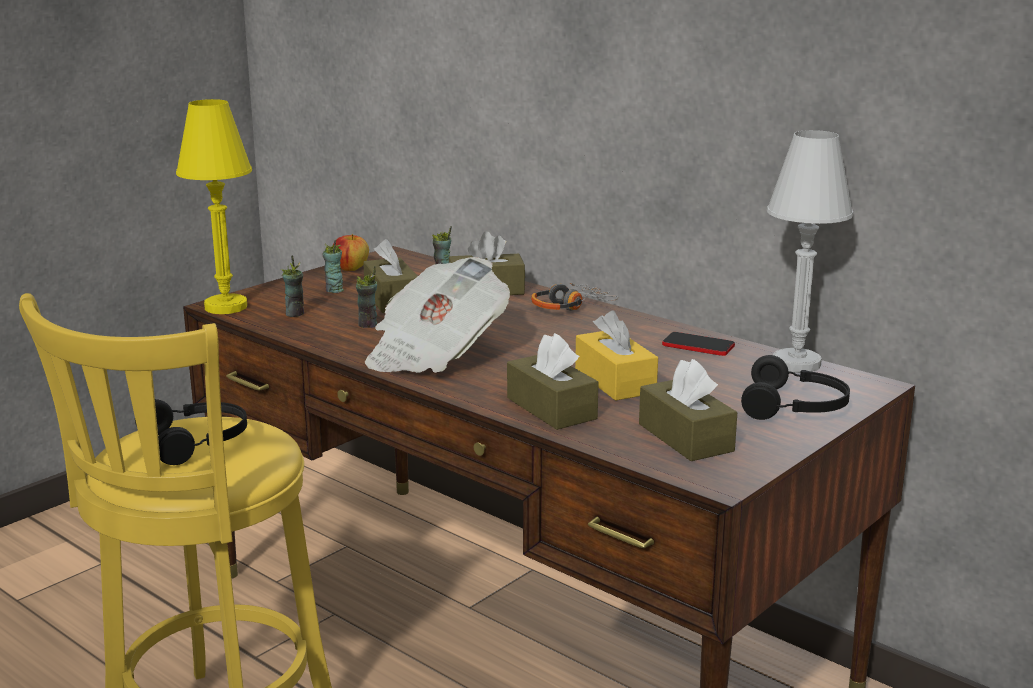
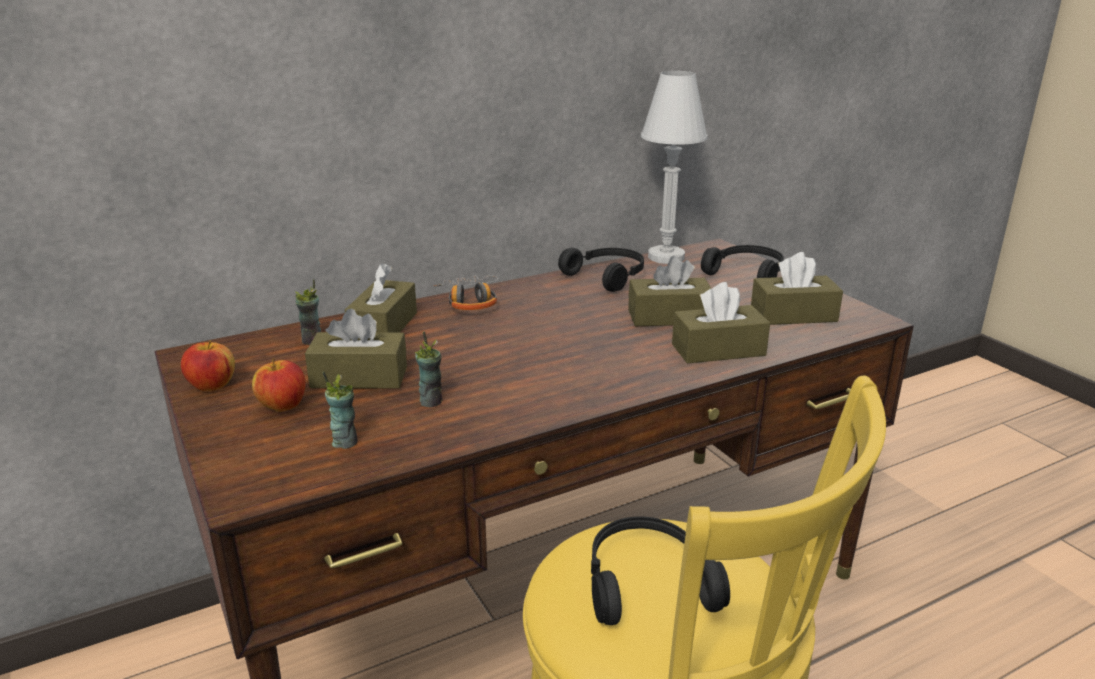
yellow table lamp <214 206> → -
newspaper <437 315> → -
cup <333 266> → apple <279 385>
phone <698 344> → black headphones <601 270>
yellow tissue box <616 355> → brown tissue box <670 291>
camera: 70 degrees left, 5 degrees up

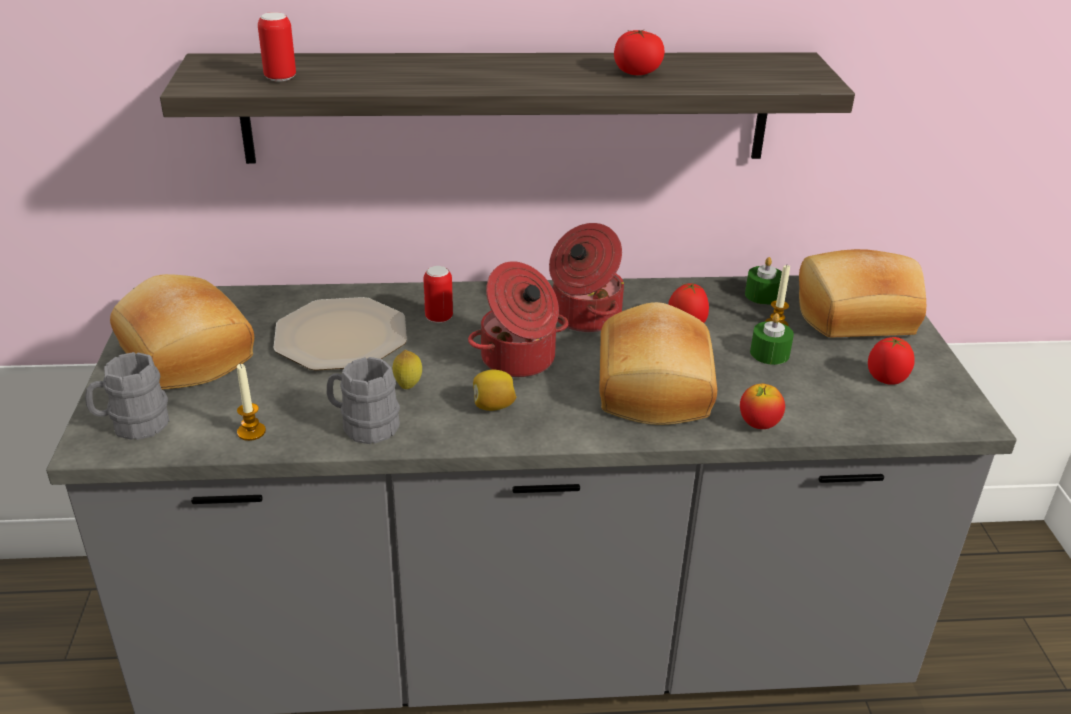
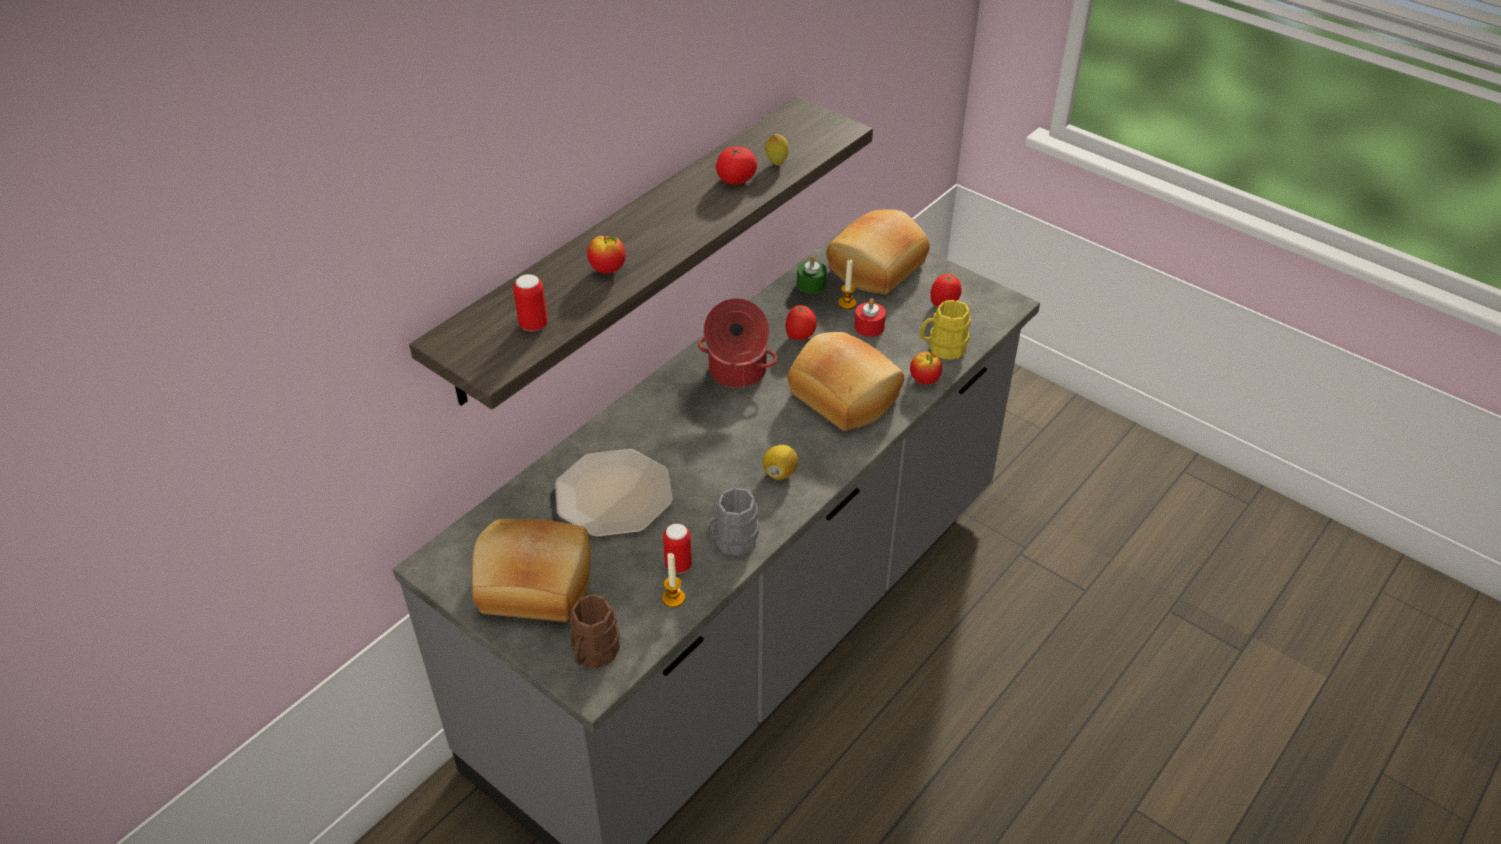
cooking pot <518 319> → -
- → apple <606 255>
- → yellow mug <945 330>
lemon <407 369> → lemon <777 150>, move
can <438 294> → can <677 549>, move
grey mug <127 396> → brown mug <595 631>
green candle <772 339> → red candle <870 318>
camera: 45 degrees left, 10 degrees up

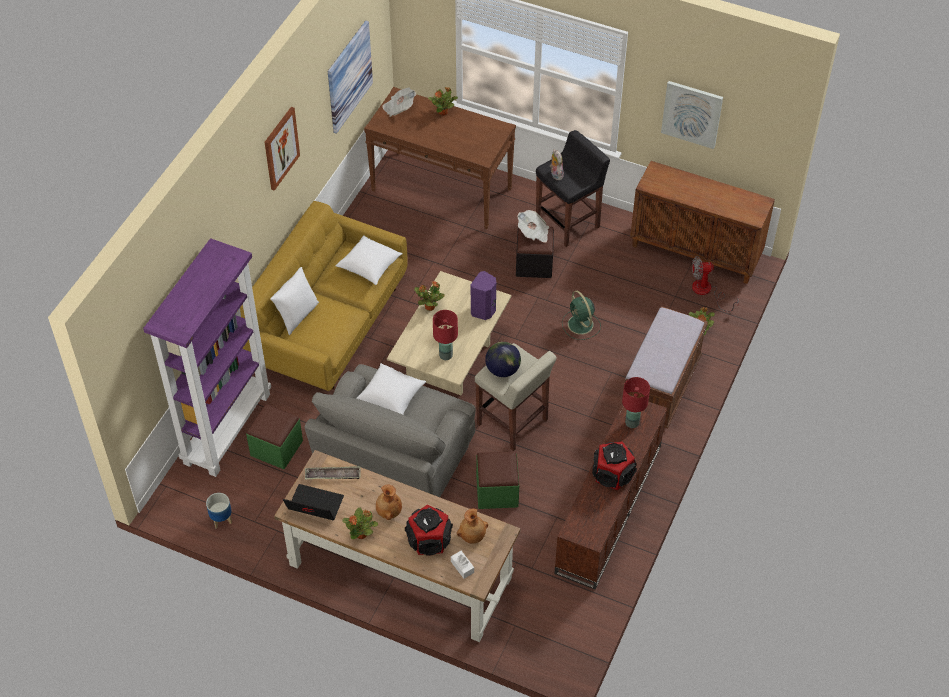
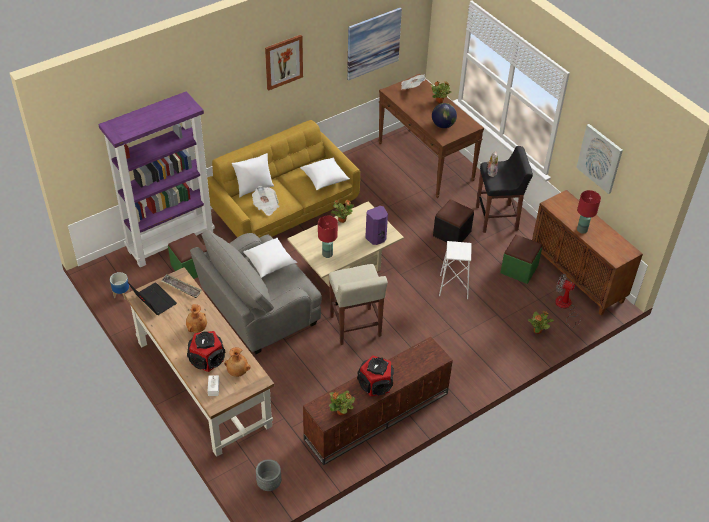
brown bench <666 367> → -
- → grey planter <268 475>
potted plant <360 523> → potted plant <342 403>, move
green ottoman <497 480> → green ottoman <521 259>, move
globe <503 359> → globe <444 115>, move
newspaper <533 226> → newspaper <266 201>, move
red table lamp <636 402> → red table lamp <589 212>, move
green fan <581 315> → white stool <455 270>
camera: 30 degrees right, 5 degrees down

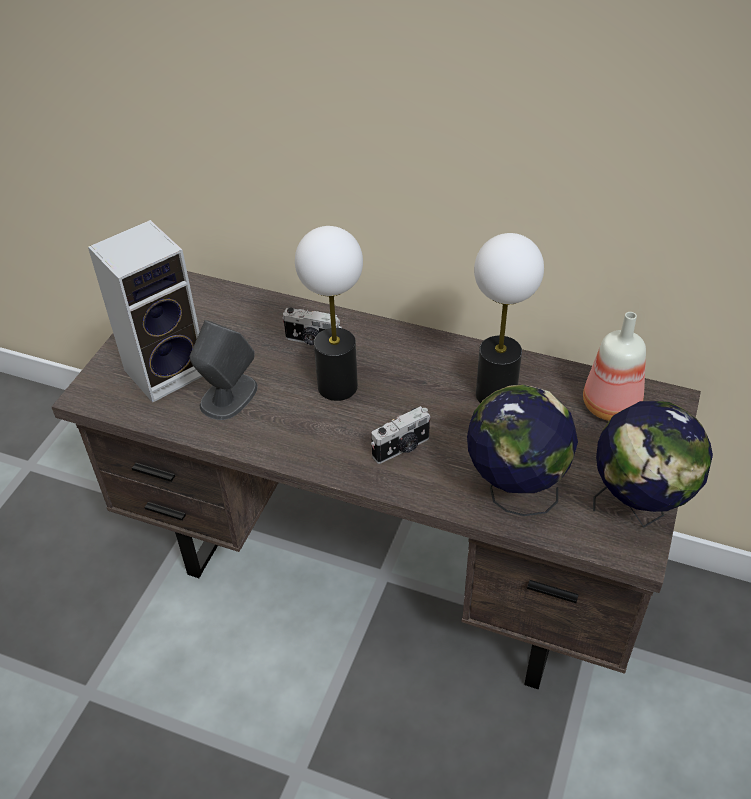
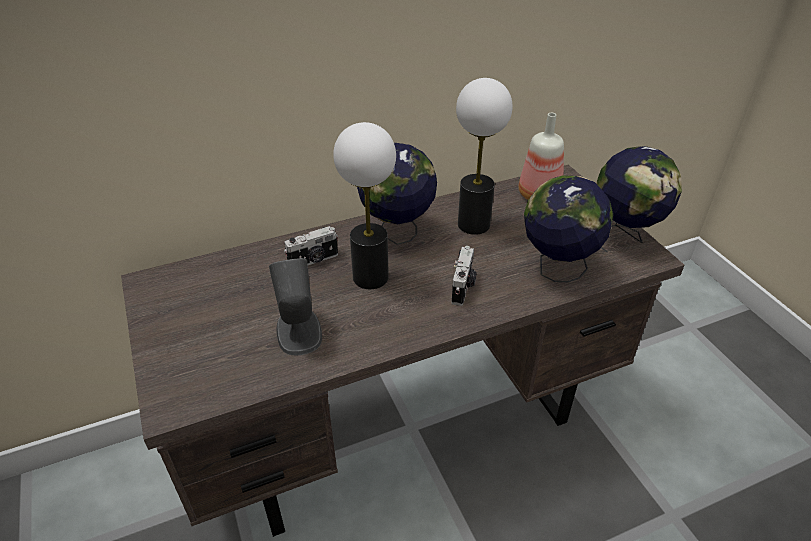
speaker <145 311> → -
- → globe <397 194>
camera: 45 degrees left, 5 degrees down

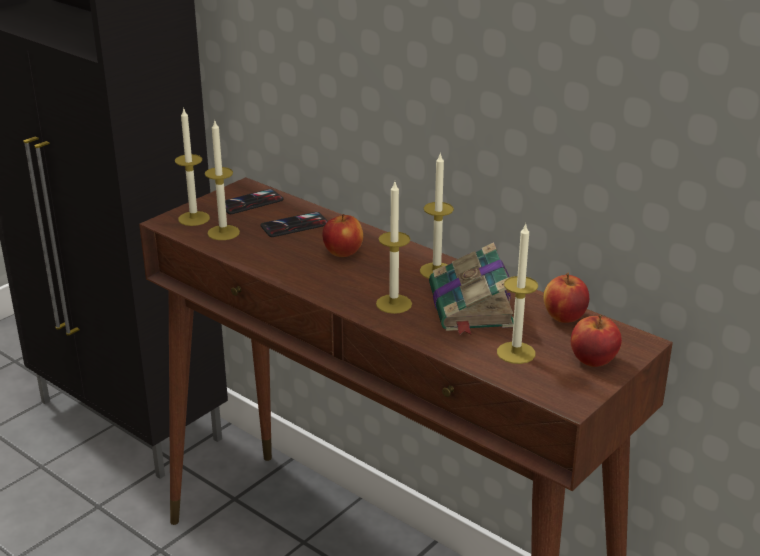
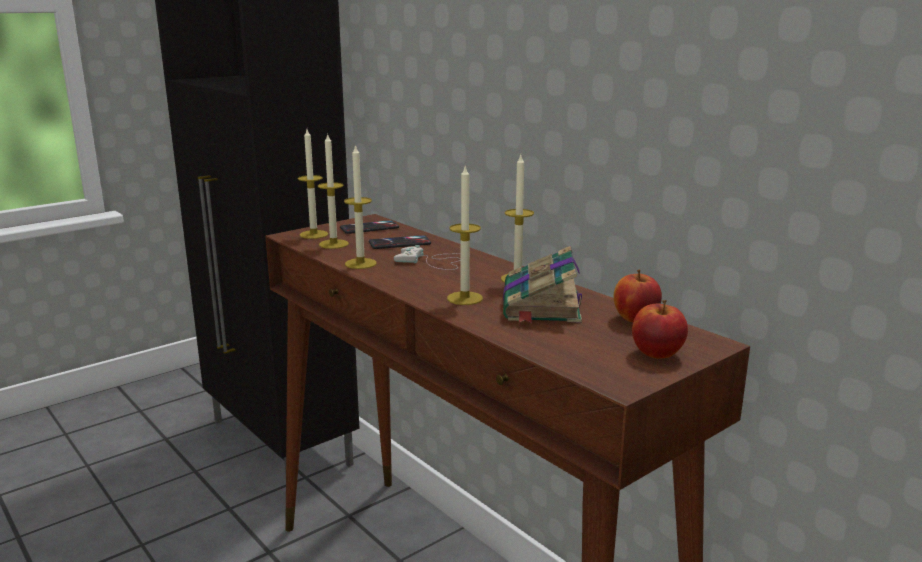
candle <517 293> → candle <360 206>, move
apple <342 235> → white game controller <427 257>
camera: 10 degrees right, 10 degrees down

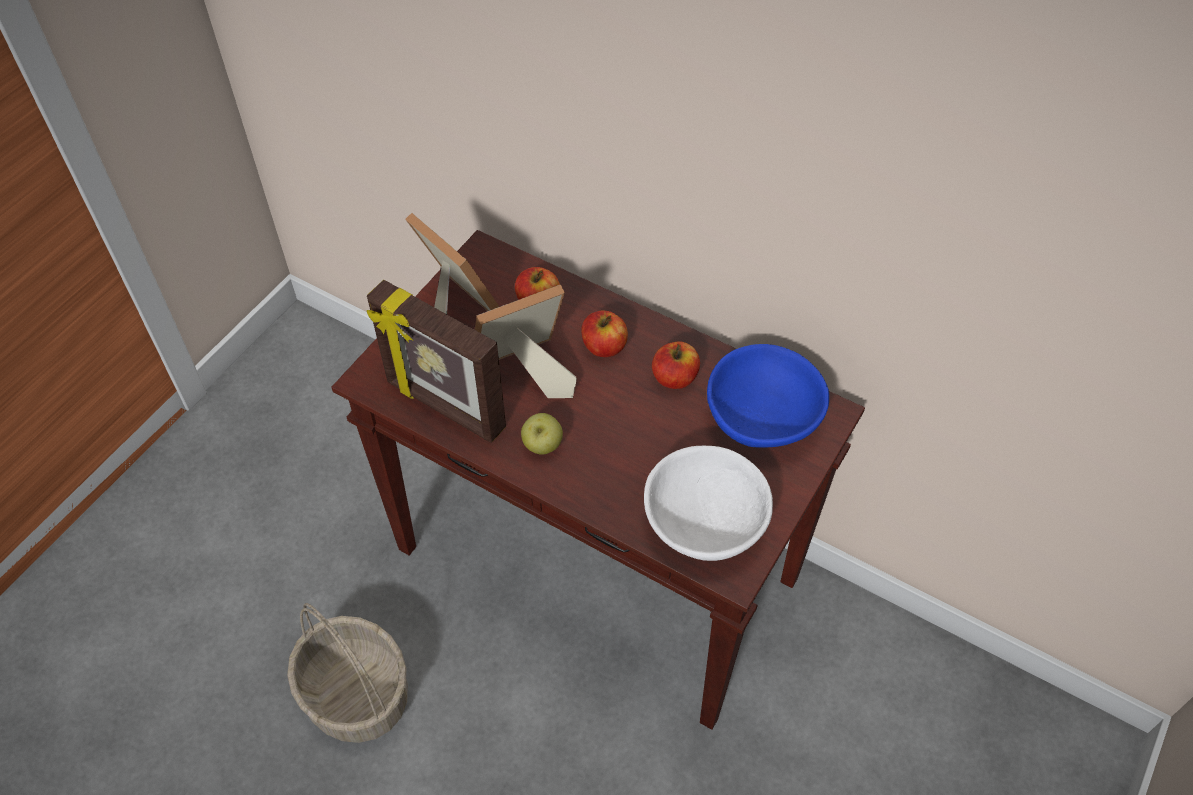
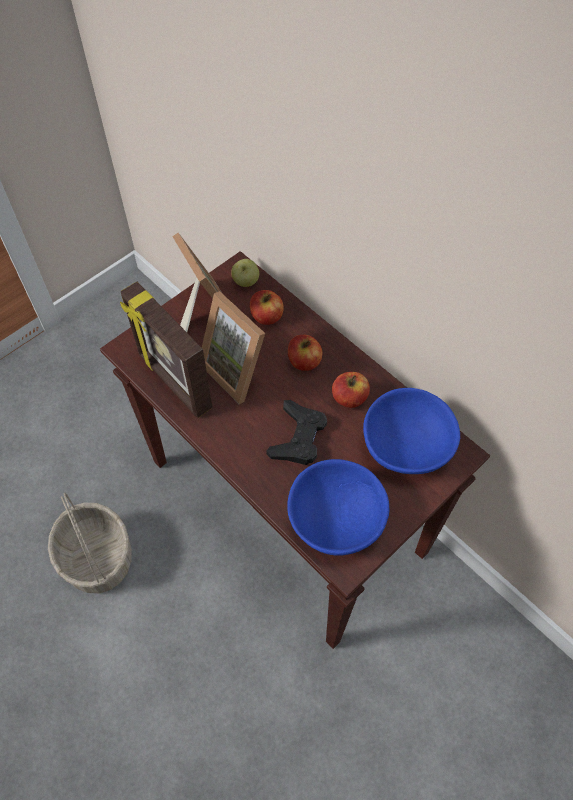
- → black game controller <296 432>
apple <542 434> → apple <245 273>, move
white bowl <708 503> → blue bowl <338 507>
picture frame <526 341> → picture frame <233 347>, 120 degrees counterclockwise
camera: 15 degrees right, 5 degrees up

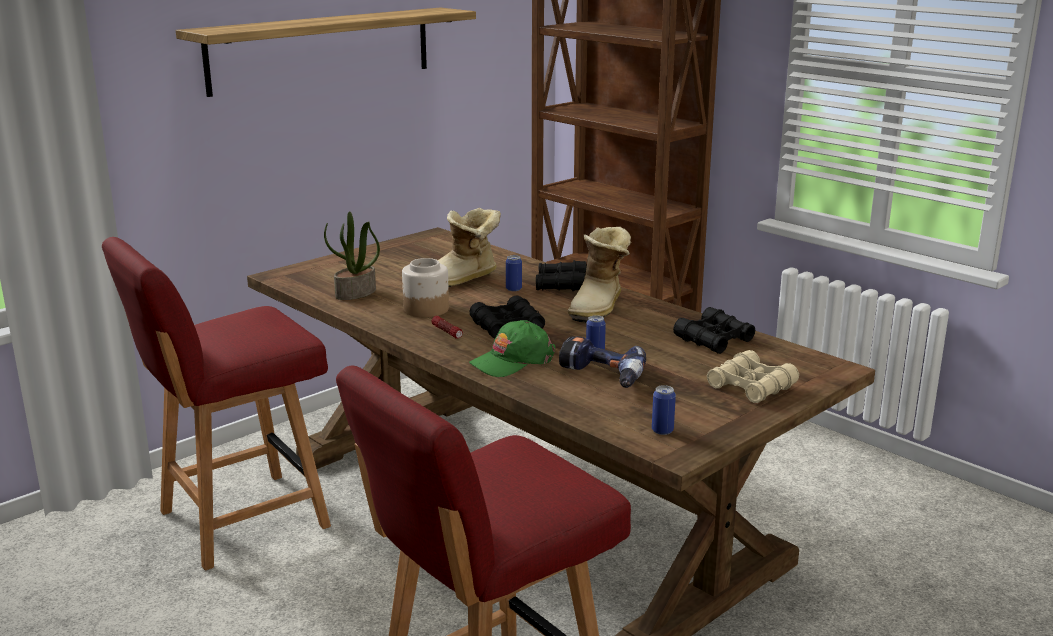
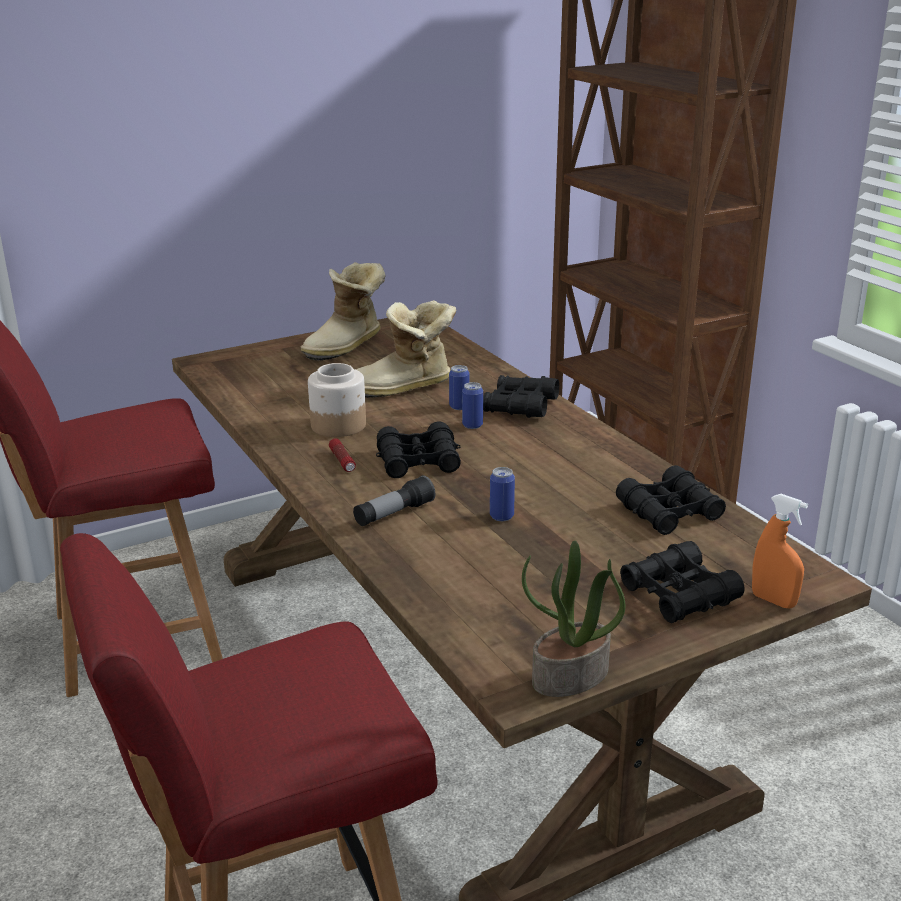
shelf <326 52> → -
power drill <602 362> → -
- → orange spray bottle <780 551>
potted plant <352 255> → potted plant <573 619>, move
boot <599 275> → boot <343 311>, move
can <664 410> → can <472 405>, move
green cap <512 348> → flashlight <394 500>
beige binoculars <753 376> → black binoculars <682 582>
camera: 15 degrees right, 5 degrees up

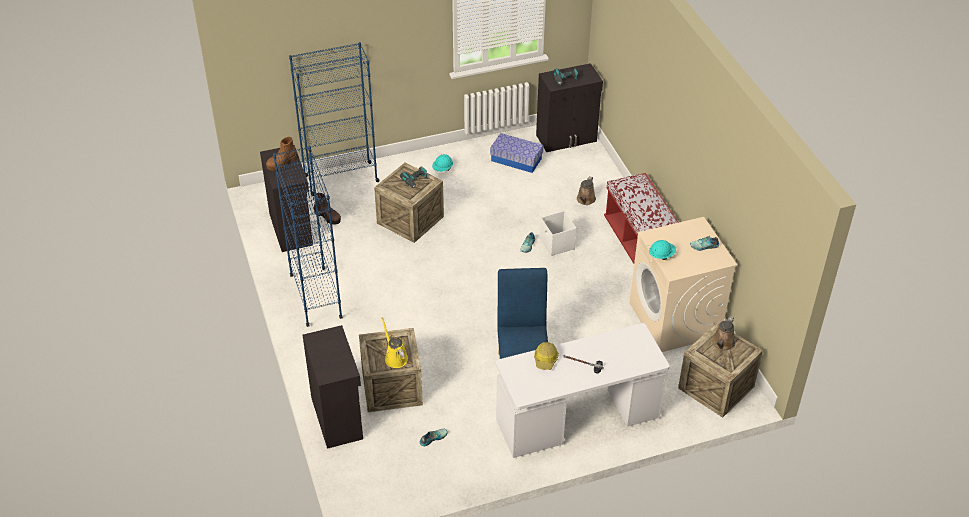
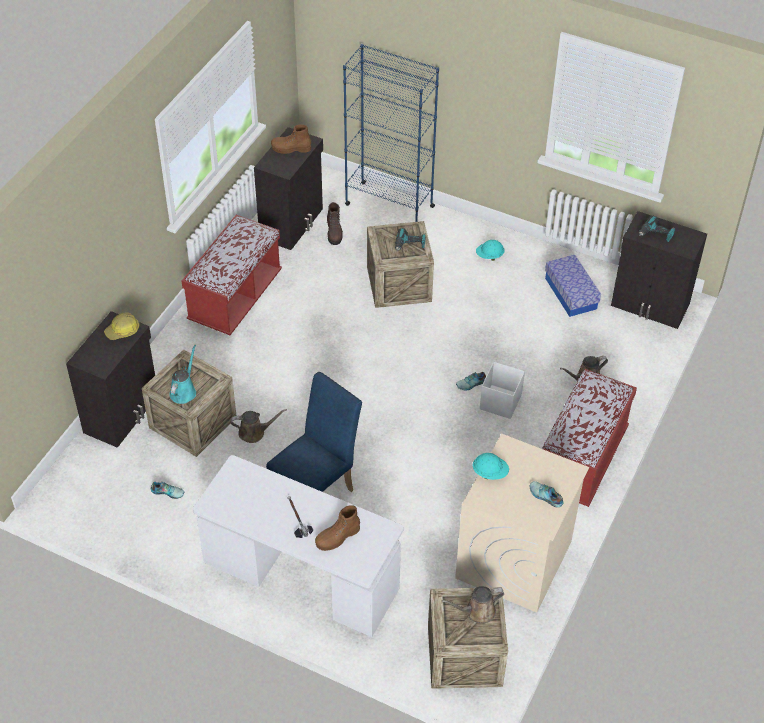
- → brown watering can <259 426>
- → brown boot <337 528>
hard hat <546 356> → hard hat <121 326>, move
blue bookcase <308 236> → red bench <232 275>
yellow watering can <394 342> → turquoise watering can <182 374>
camera: 45 degrees right, 5 degrees up

